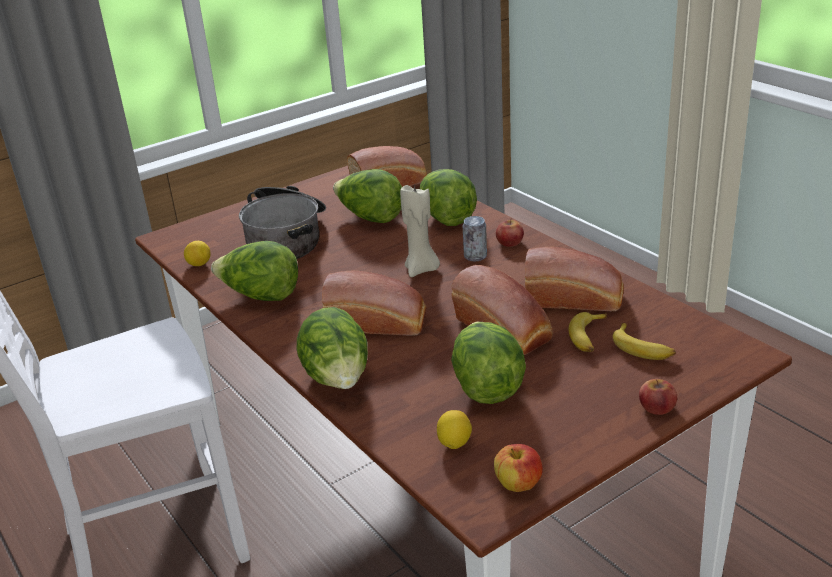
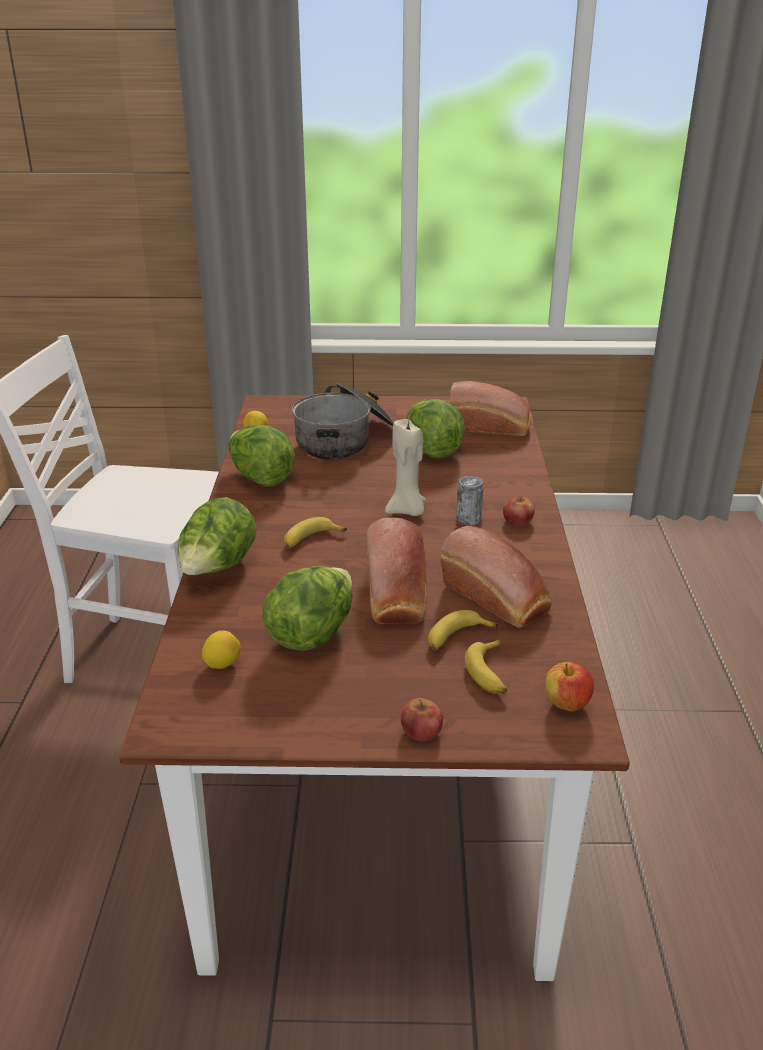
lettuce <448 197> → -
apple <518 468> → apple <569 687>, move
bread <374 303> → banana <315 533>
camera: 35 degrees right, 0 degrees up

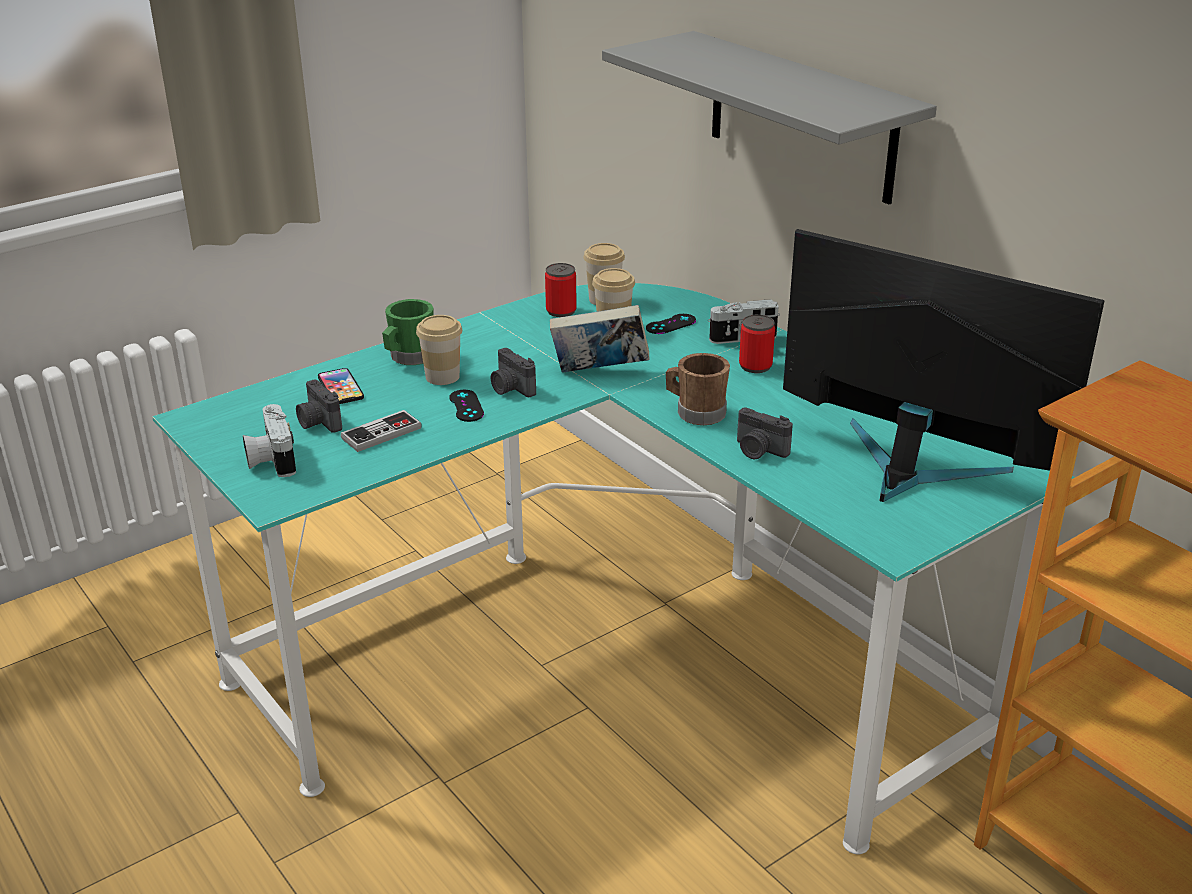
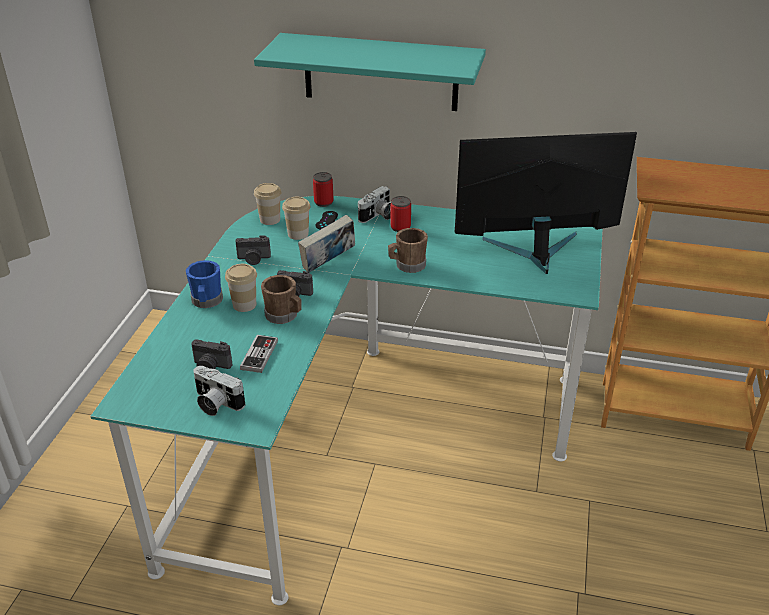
phone <341 386> → -
can <561 290> → can <323 189>, move
photo camera <765 433> → photo camera <253 250>, move
black game controller <466 406> → brown mug <281 299>
green mug <408 332> → blue mug <204 284>
grey shelf <769 117> → turquoise shelf <370 72>
camera: 40 degrees left, 5 degrees up

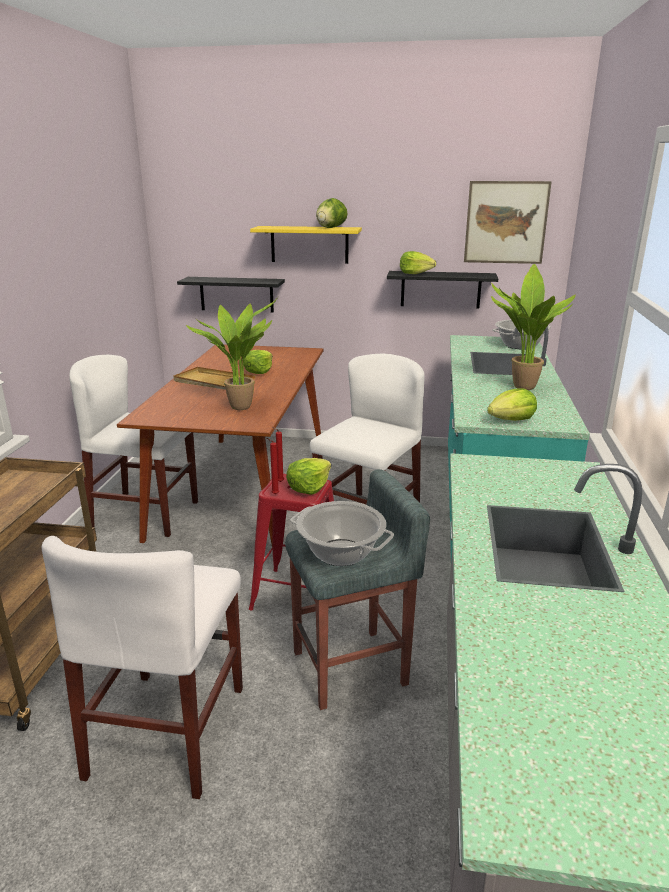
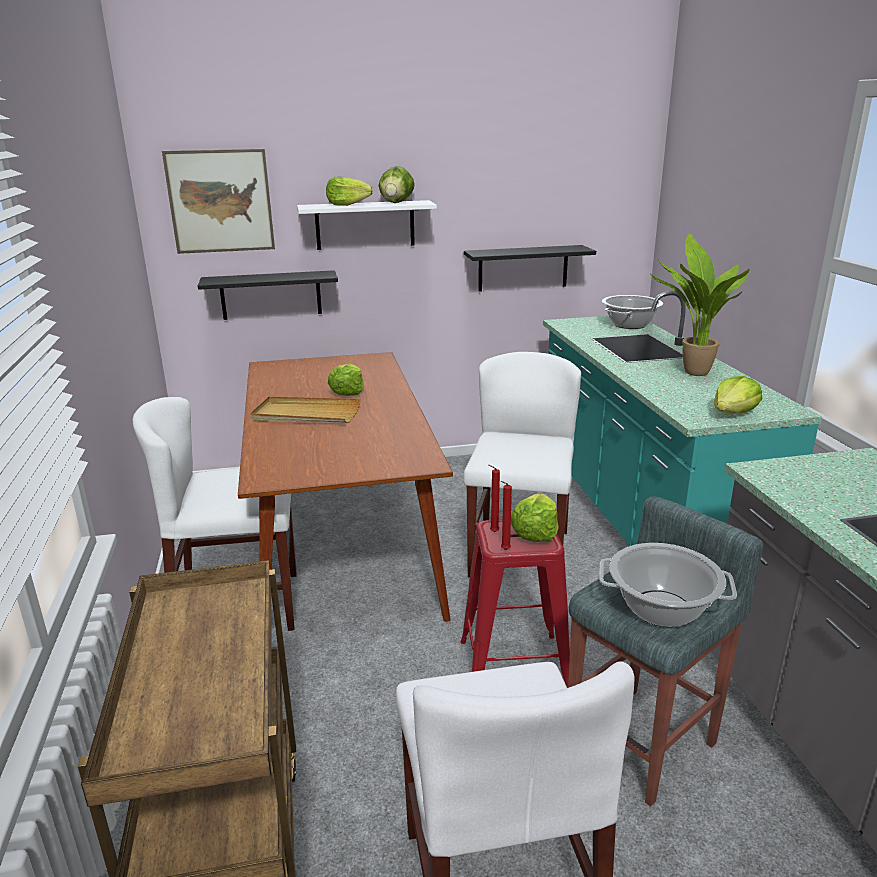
potted plant <232 353> → -
lettuce <418 262> → lettuce <349 191>, move
picture <508 222> → picture <218 201>, move
yellow shelf <306 245> → white shelf <367 225>
camera: 20 degrees left, 0 degrees up

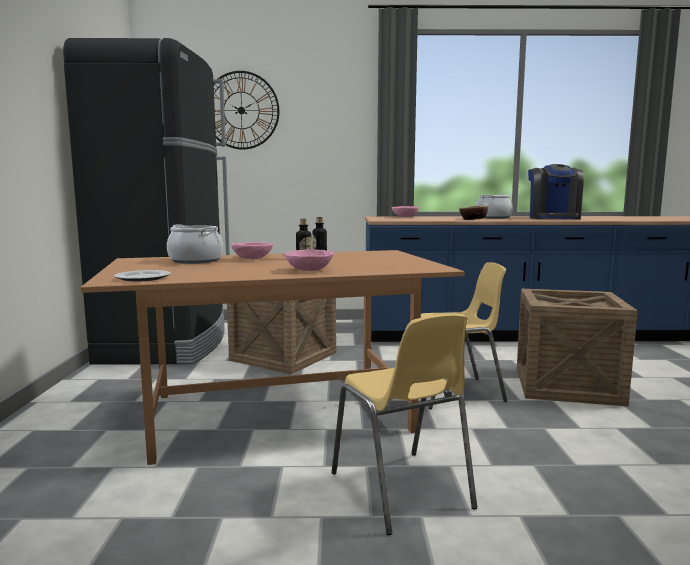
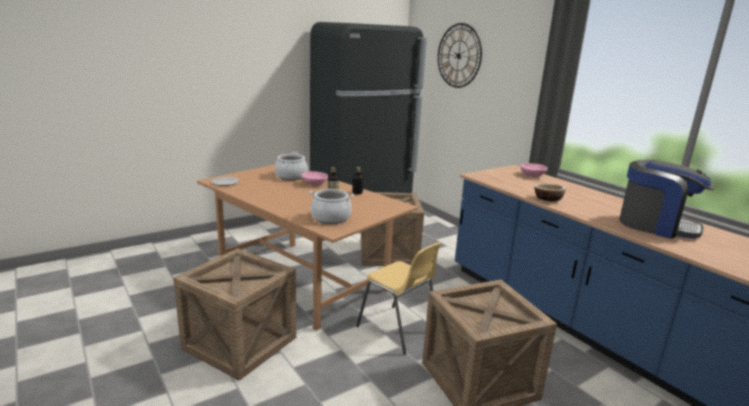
pink bowl <309 260> → -
cooking pot <494 206> → cooking pot <331 206>, move
yellow chair <404 424> → crate <234 314>
coffee machine <556 191> → coffee machine <666 199>, 120 degrees counterclockwise
camera: 55 degrees right, 10 degrees up

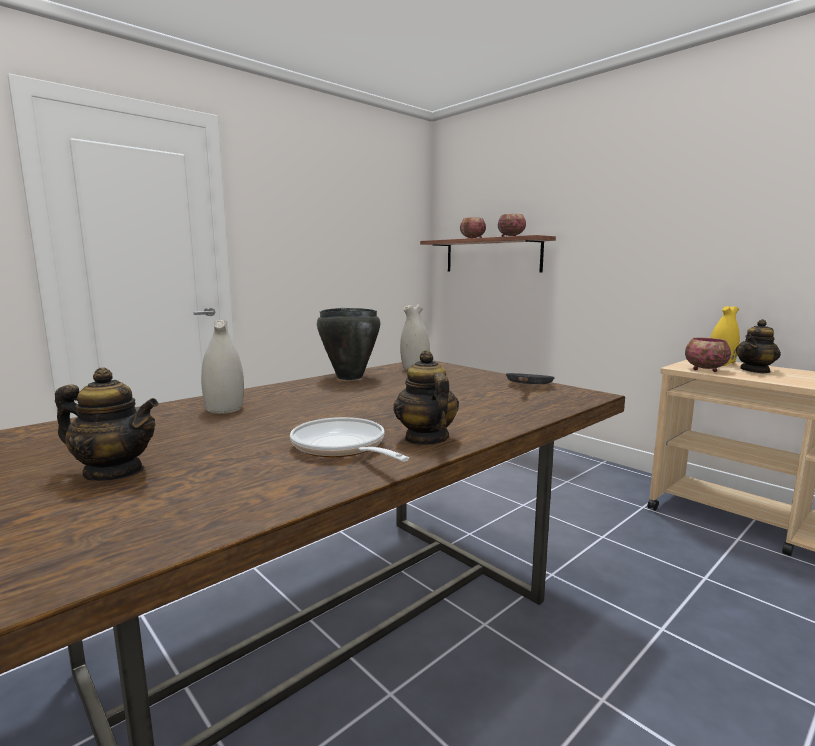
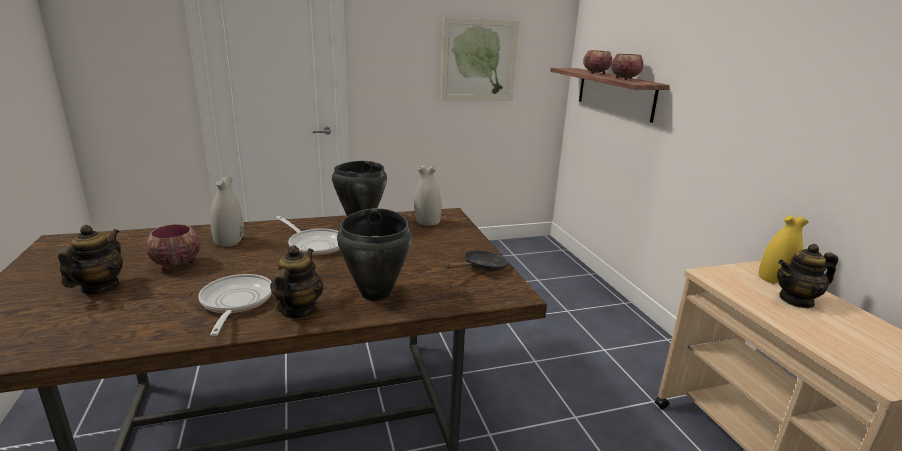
- → frying pan <307 236>
- → black cooking pot <374 254>
- → picture <480 59>
bowl <708 354> → bowl <173 247>, move
teapot <107 424> → teapot <90 260>, 120 degrees counterclockwise
camera: 25 degrees right, 10 degrees up

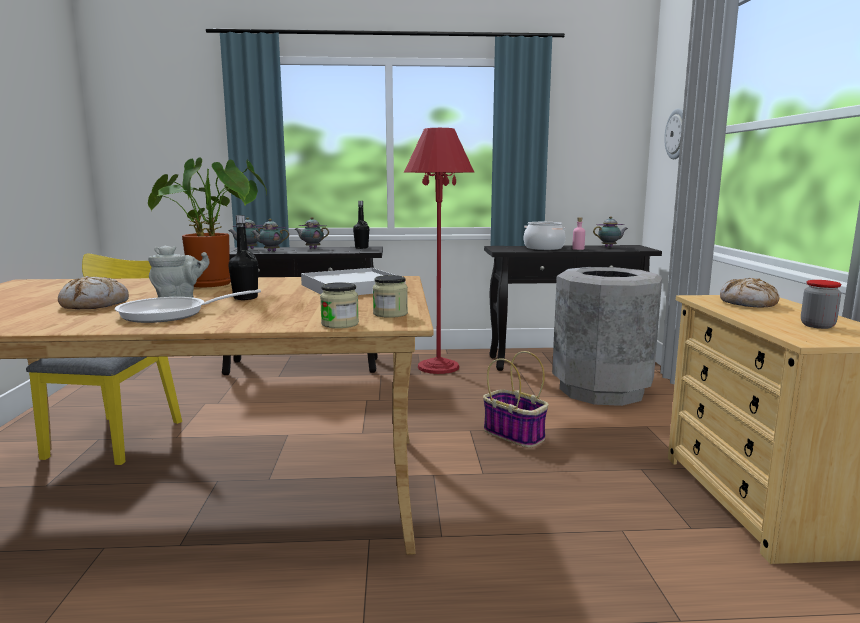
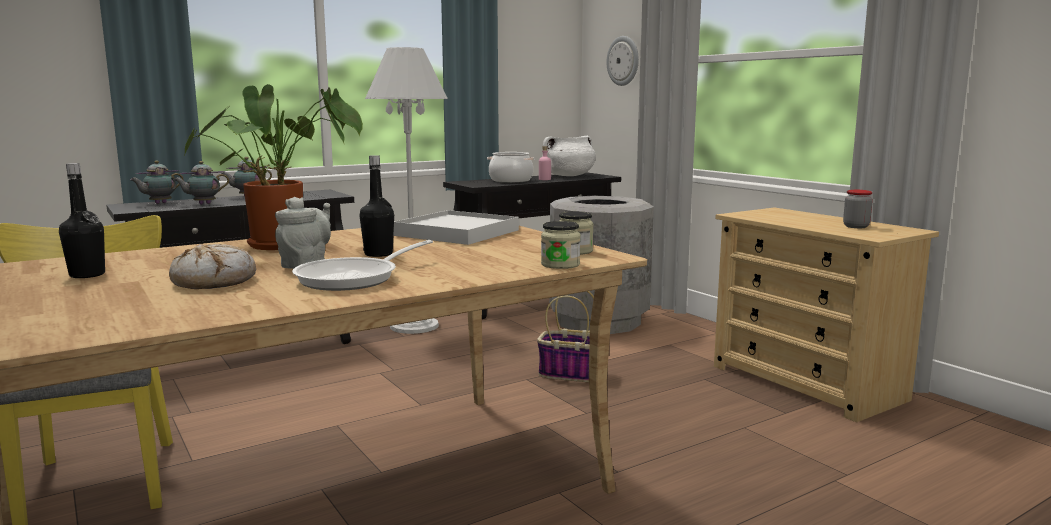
bread <749 293> → -
black bottle <361 225> → black bottle <82 220>, move
teapot <610 231> → white cooking pot <569 156>
red floor lamp <439 251> → white floor lamp <406 190>
camera: 30 degrees left, 0 degrees up

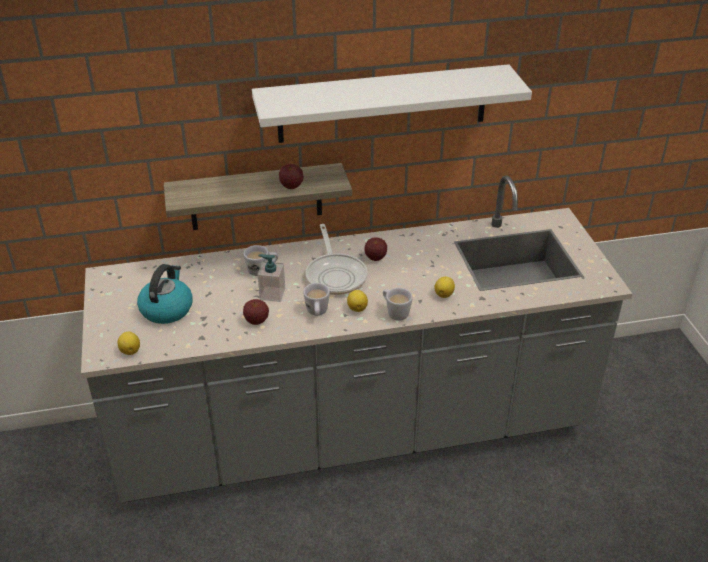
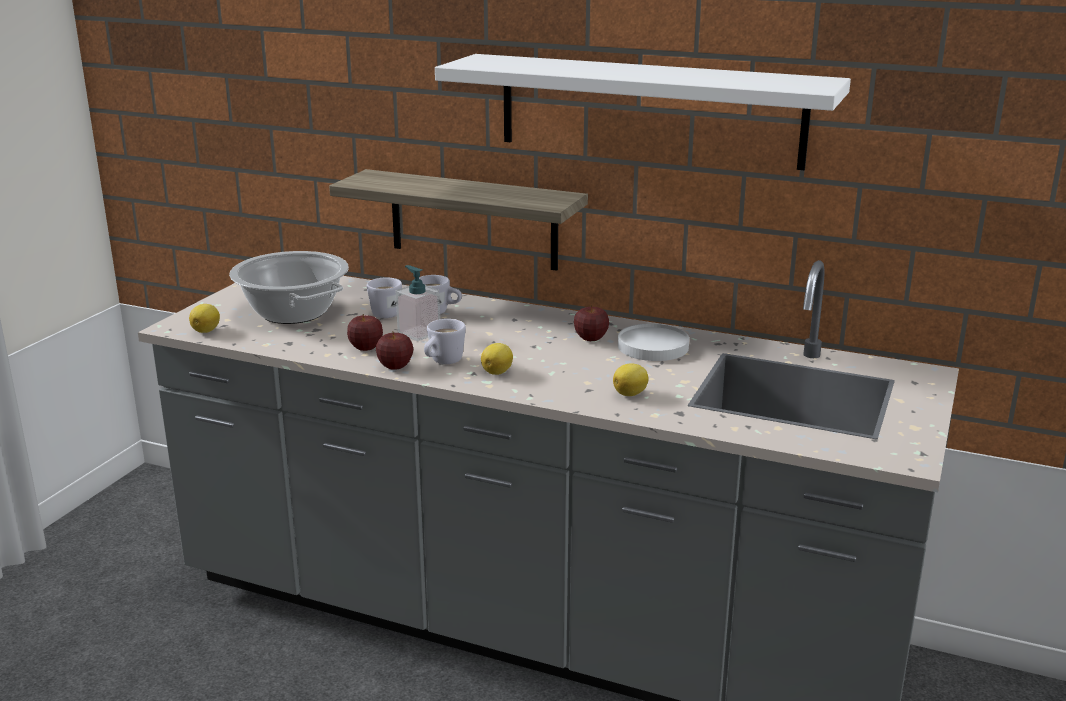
frying pan <337 259> → -
- → white plate <653 342>
apple <291 176> → apple <394 350>, move
white mug <398 304> → white mug <384 298>, move
kettle <165 294> → cooking pot <289 287>
camera: 35 degrees right, 15 degrees down

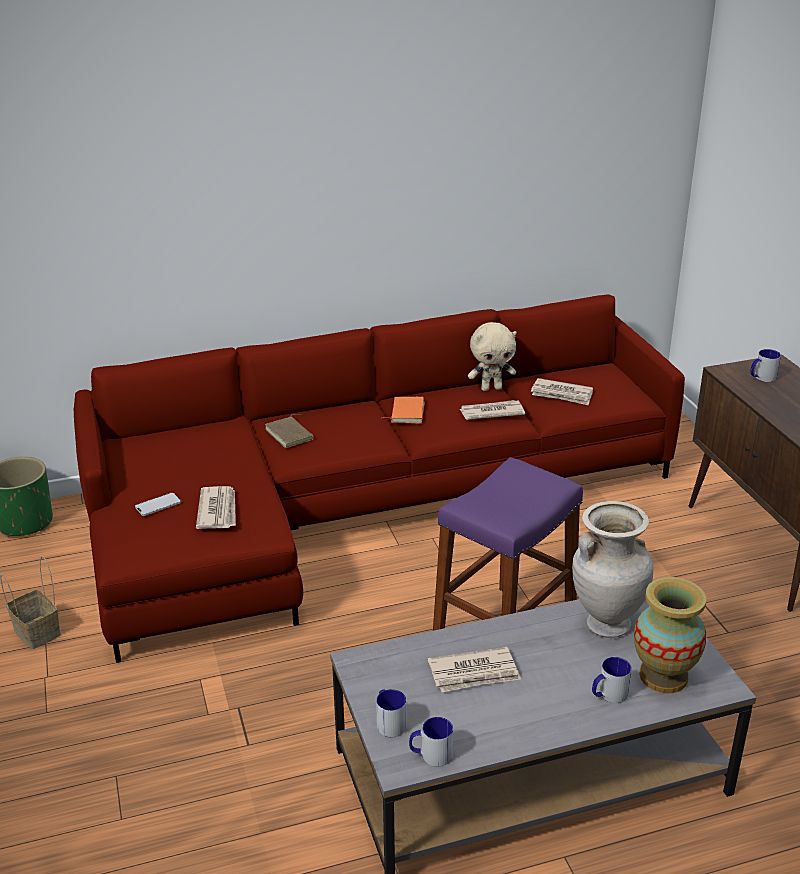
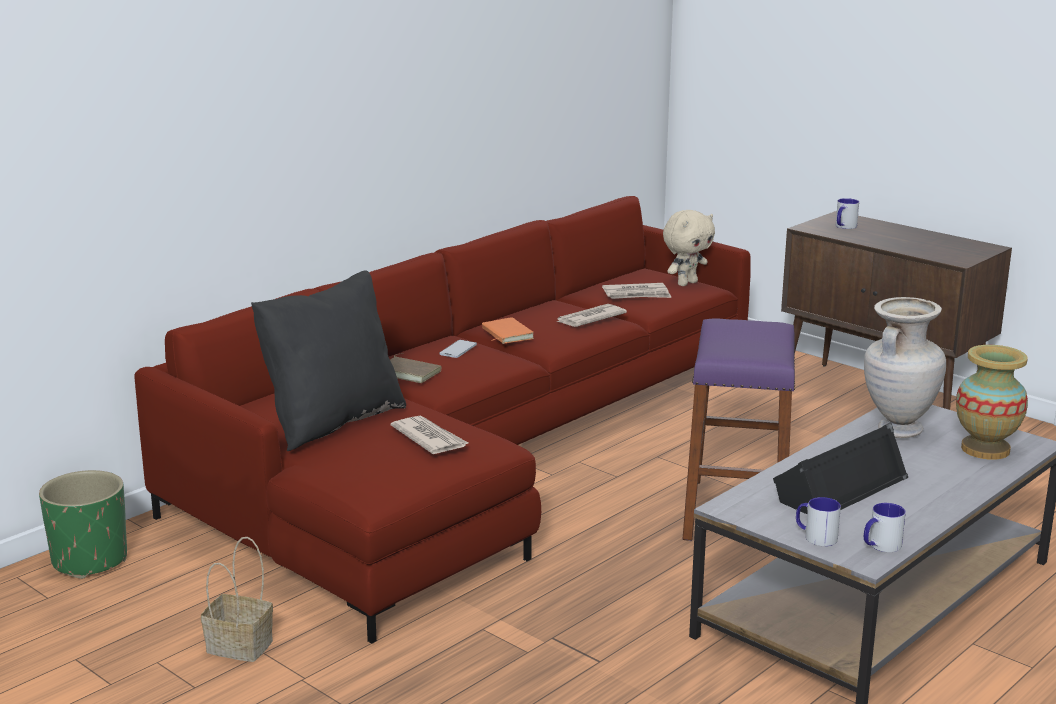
mug <612 680> → -
- → black pillow <328 360>
phone <158 504> → phone <458 349>, move
beige plush toy <492 356> → beige plush toy <689 248>, move
newspaper <474 669> → black speaker <840 468>
camera: 30 degrees left, 10 degrees down

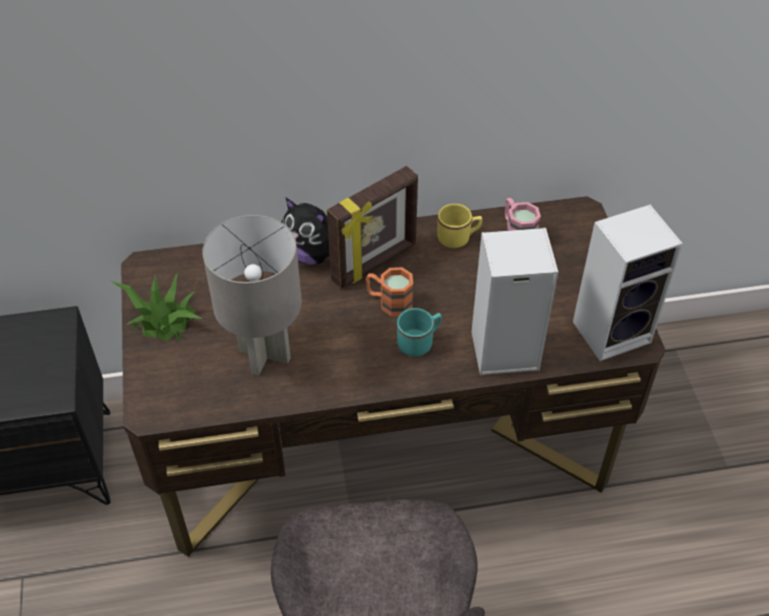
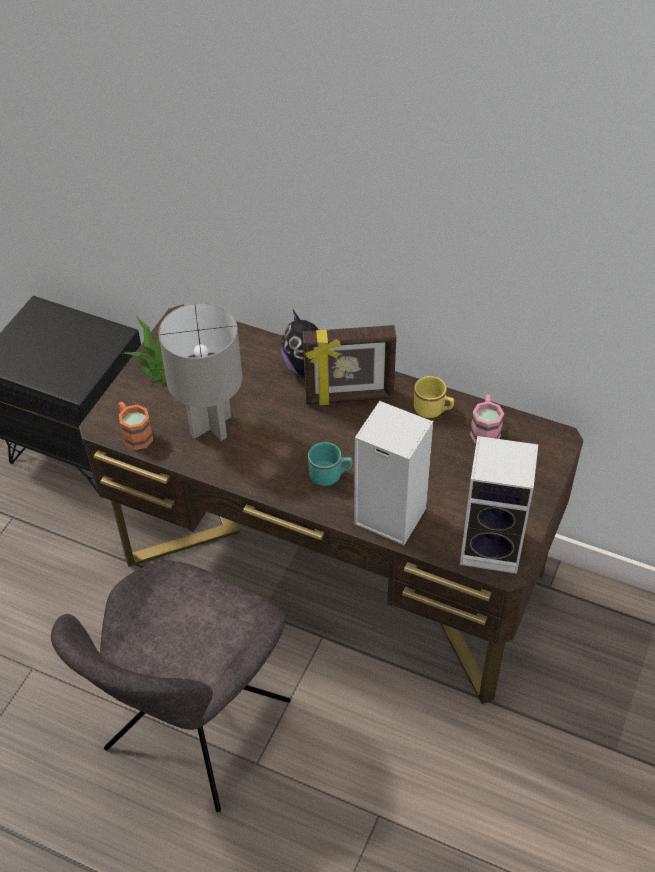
orange mug <389 291> → orange mug <135 426>, move
camera: 35 degrees right, 0 degrees up

